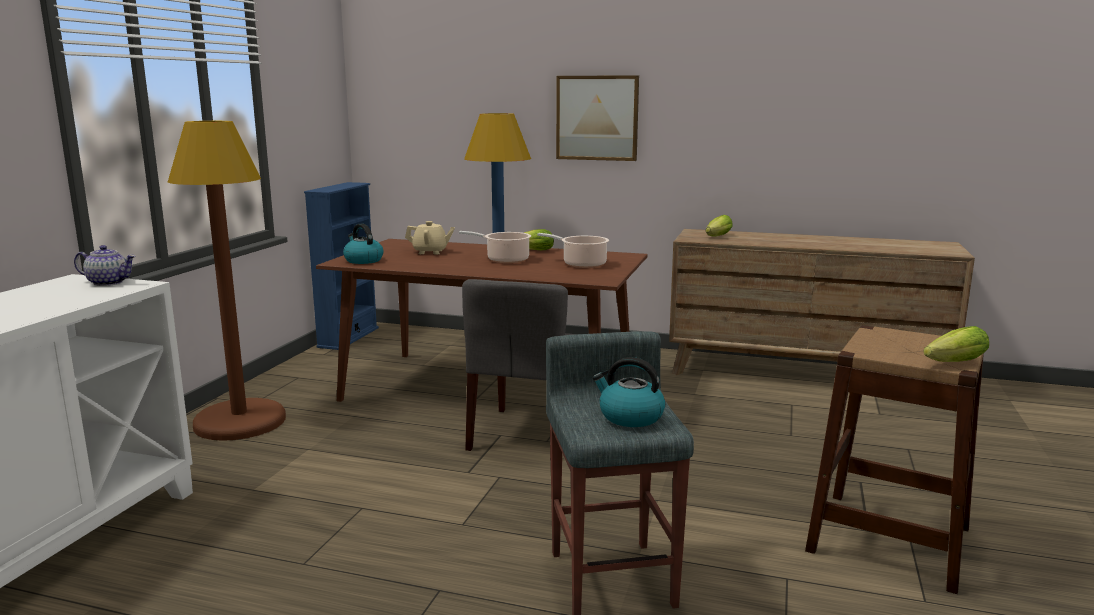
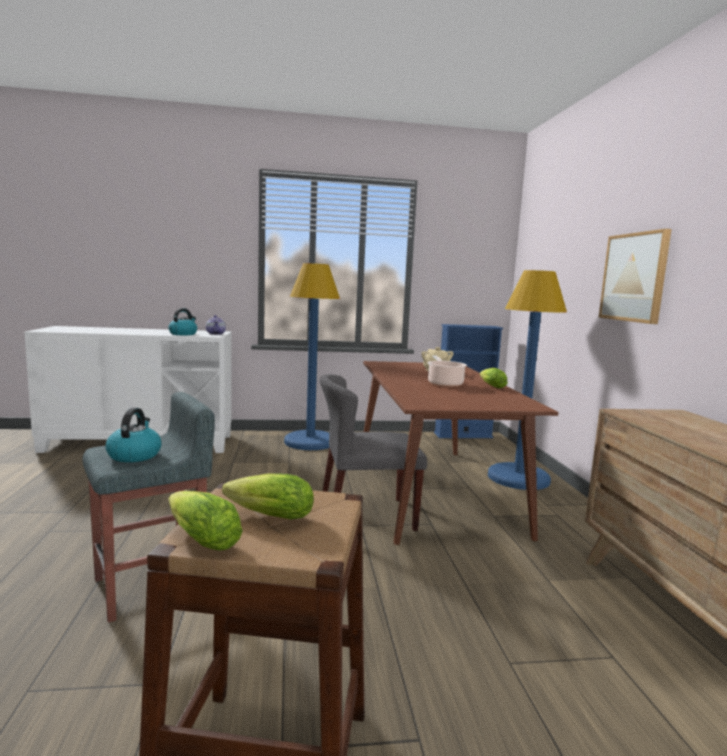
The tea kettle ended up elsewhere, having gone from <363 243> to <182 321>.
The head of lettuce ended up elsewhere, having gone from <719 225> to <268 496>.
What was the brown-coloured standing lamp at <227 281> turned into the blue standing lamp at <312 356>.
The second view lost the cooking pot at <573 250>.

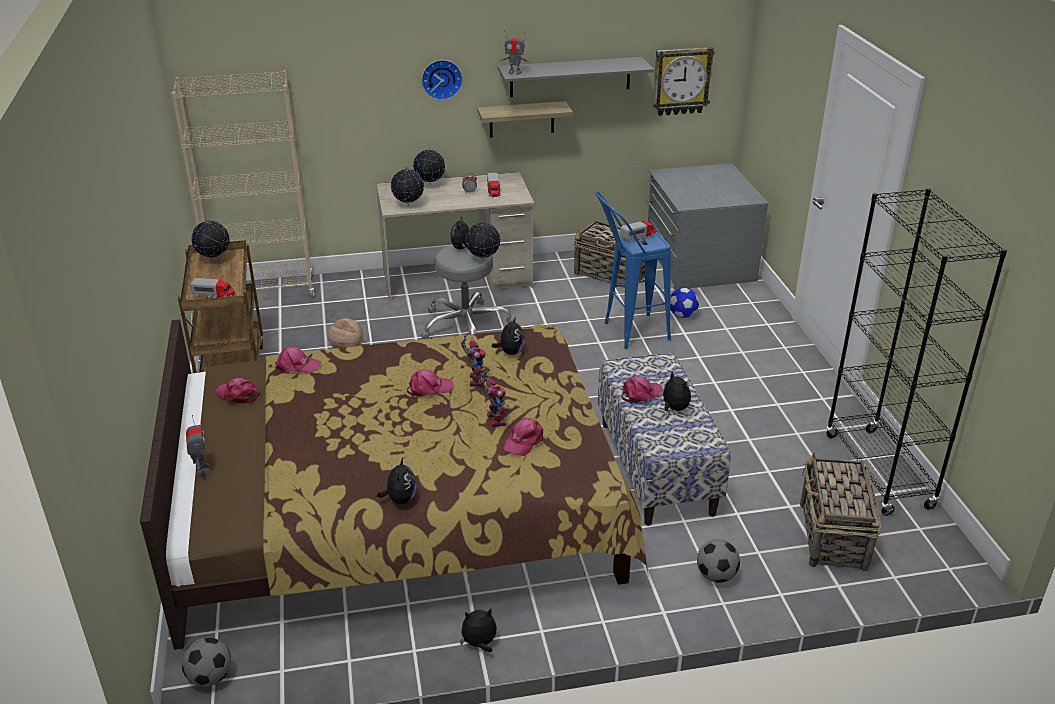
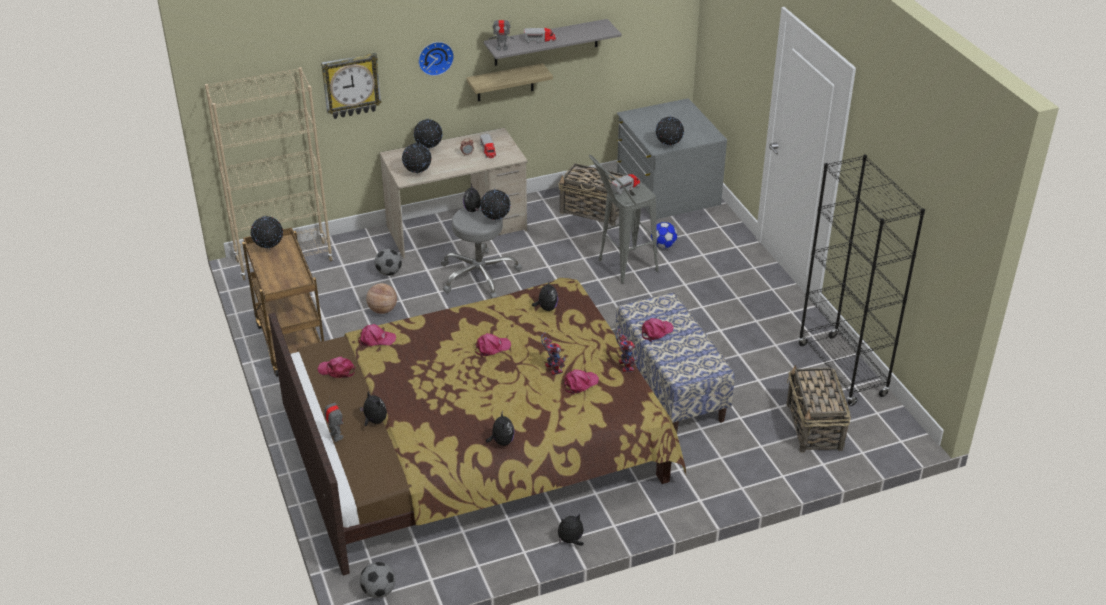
The clock on the wall ended up elsewhere, having gone from <684 81> to <351 86>.
The plush toy ended up elsewhere, having gone from <674 391> to <373 408>.
The football ended up elsewhere, having gone from <718 561> to <388 262>.
The model truck ended up elsewhere, having gone from <212 288> to <540 35>.
The pink-coloured peaked cap at <523 437> ended up facing another way, 150 degrees counterclockwise from before.
What was the blue stool at <633 270> turned into the gray stool at <624 219>.
The robot figure ended up elsewhere, having gone from <473 359> to <627 350>.
The second view gained the globe at <669 132>.

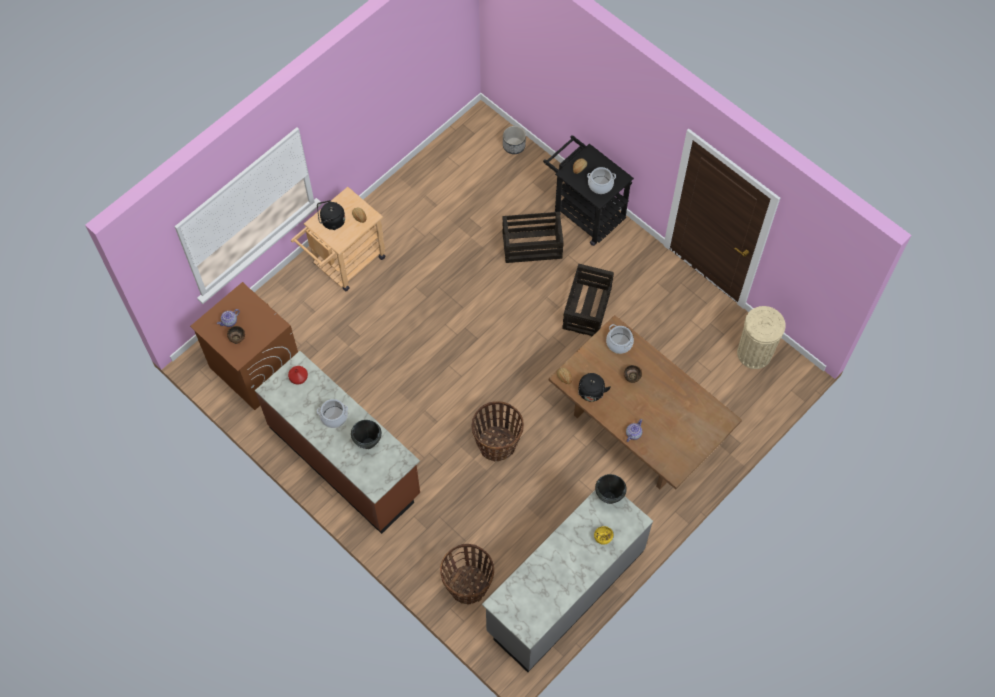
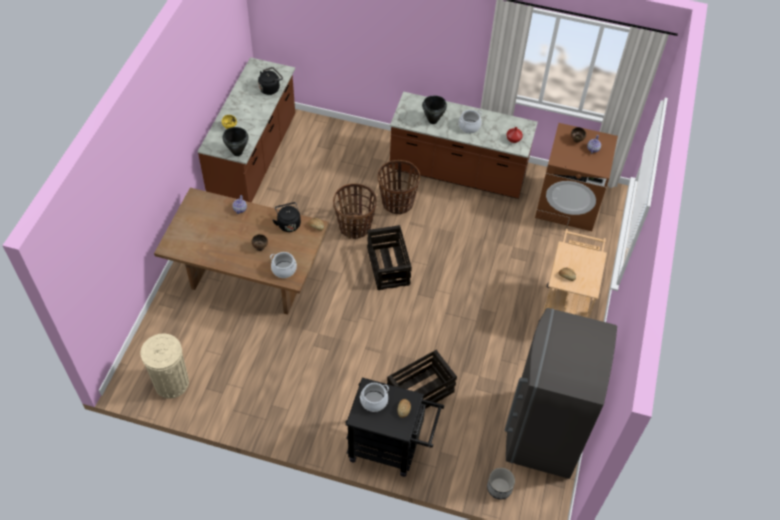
What was the gray kitchen counter at <567 581> turned into the brown-coloured kitchen counter at <246 129>.
The black-coloured tea kettle ended up elsewhere, having gone from <331 215> to <270 81>.
The crate ended up elsewhere, having gone from <588 300> to <389 257>.
The household basket ended up elsewhere, having gone from <467 574> to <399 187>.
The second view gained the gray fridge at <561 393>.

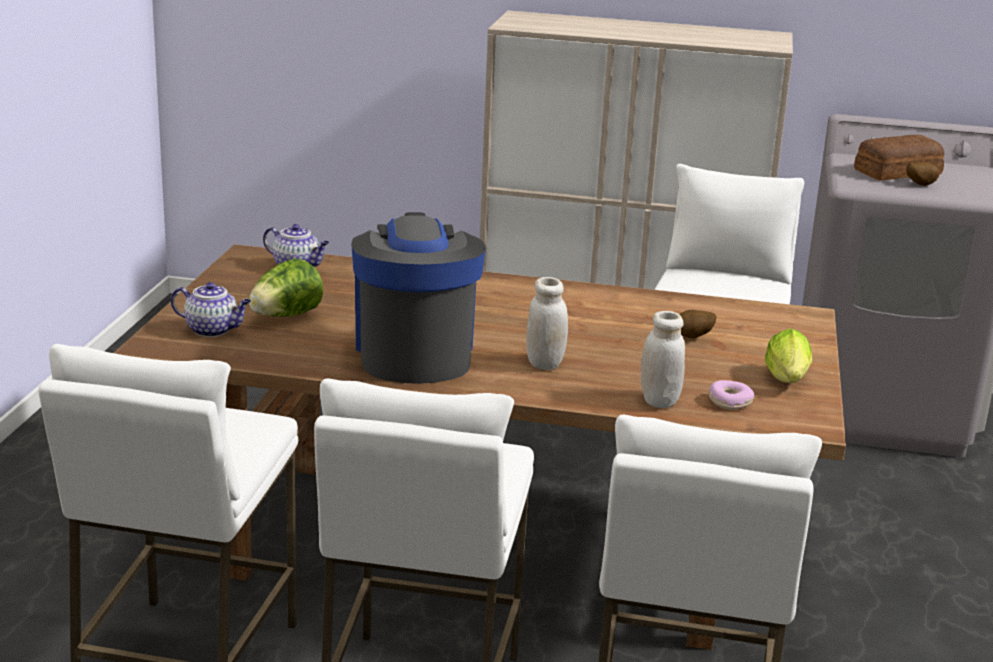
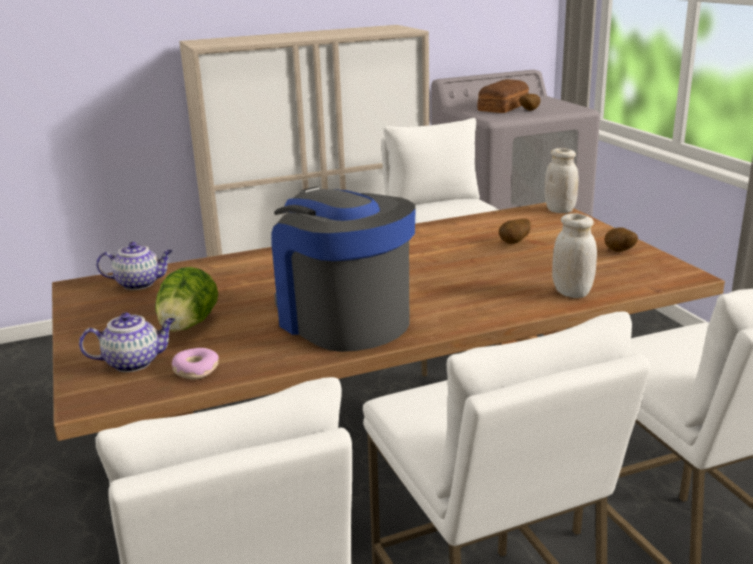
The doughnut ended up elsewhere, having gone from <731 395> to <195 364>.
The white storage jar ended up elsewhere, having gone from <547 323> to <561 180>.
Where the head of lettuce stood at <788 355>, the spud came to stand at <621 240>.

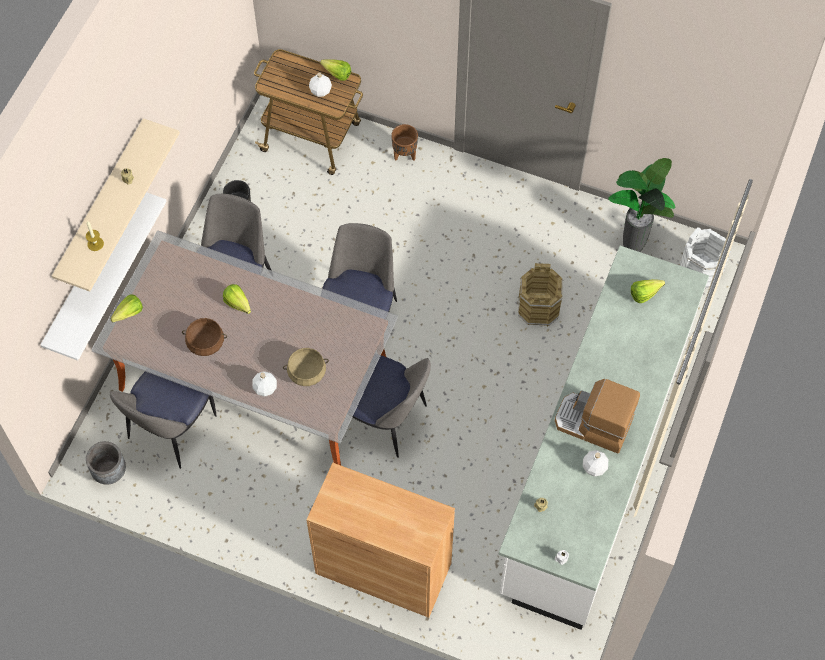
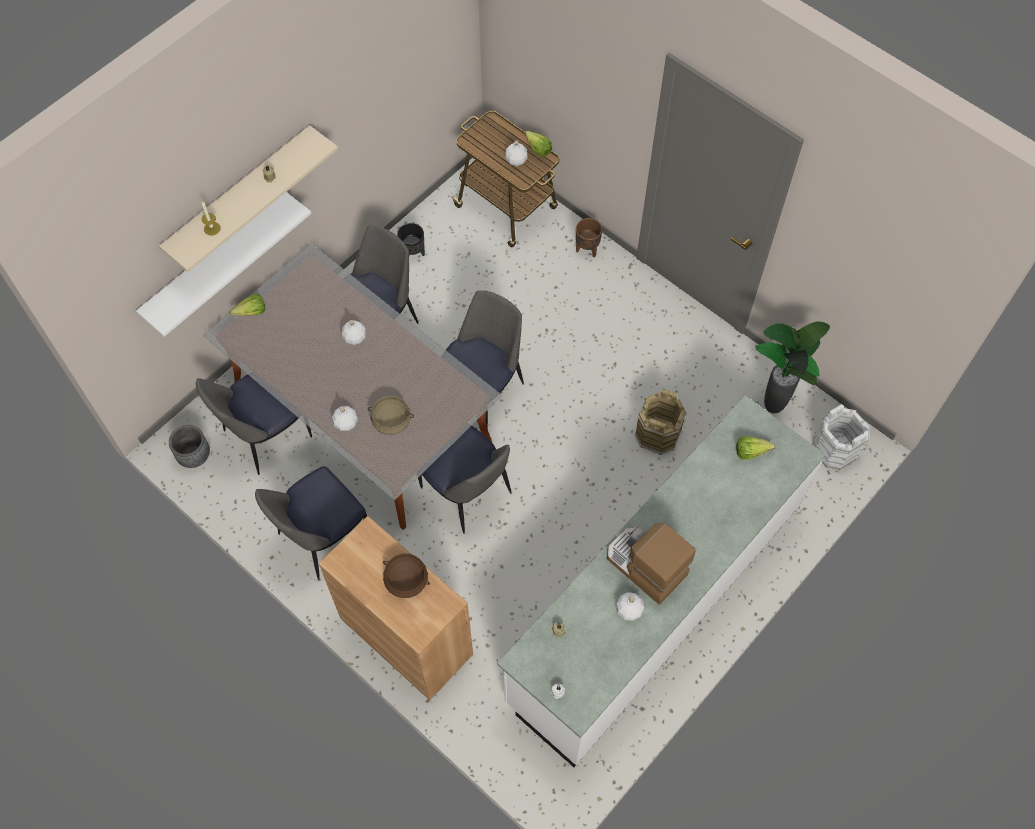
The second view gained the plain chair at <311 523>.
Where the head of lettuce stood at <237 299>, the white beverage bottle came to stand at <354 332>.
The brown-coloured cooking pot ended up elsewhere, having gone from <204 337> to <406 576>.

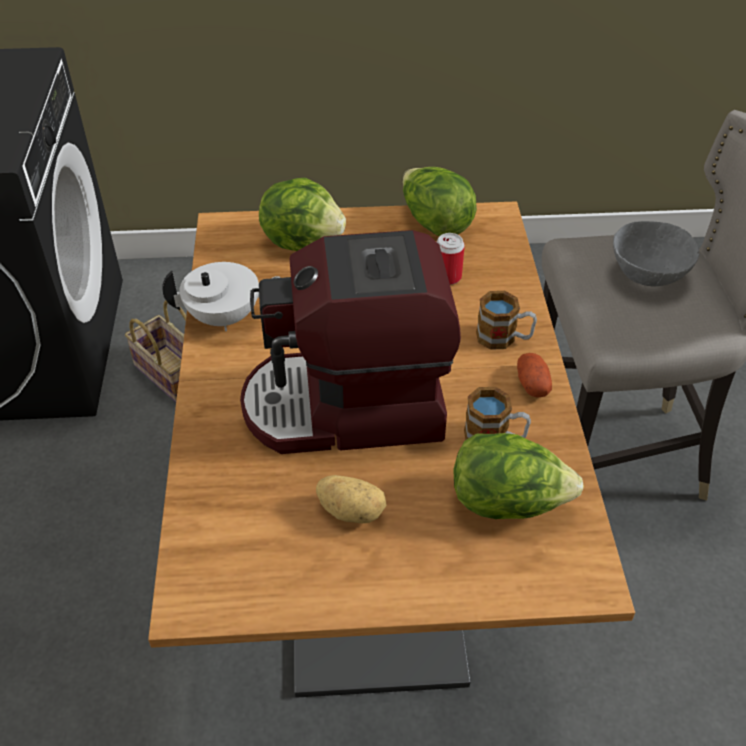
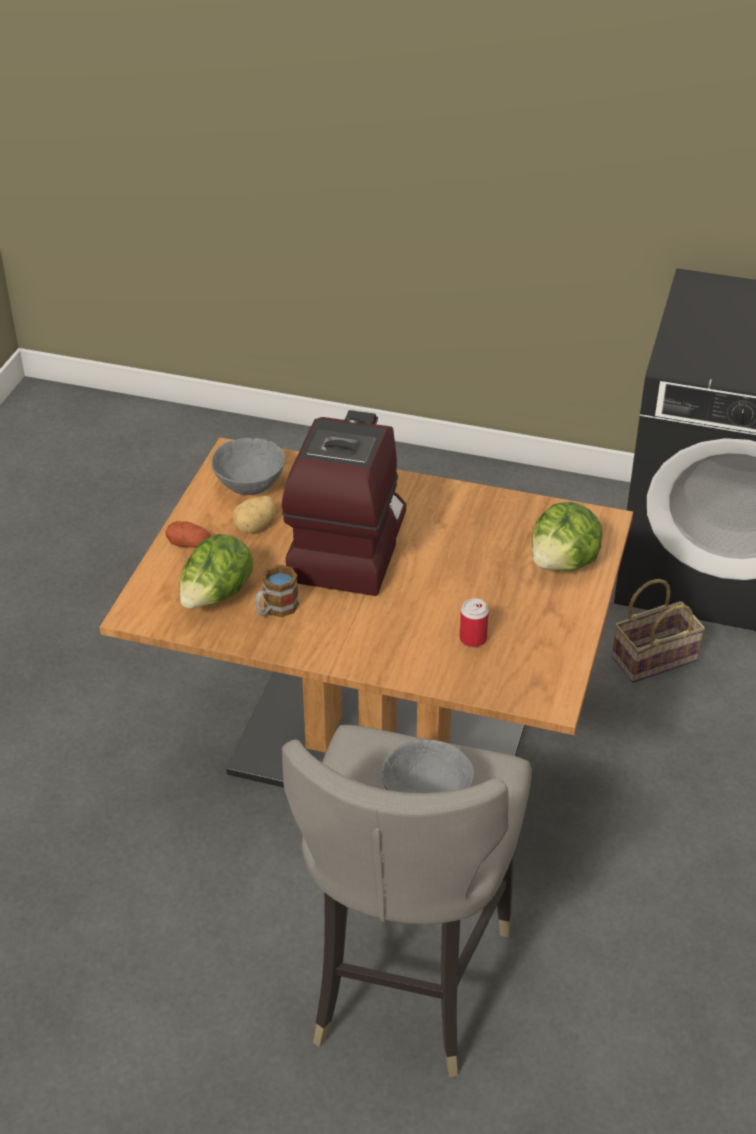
The spud ended up elsewhere, having gone from <534 375> to <188 534>.
The second view gained the gray bowl at <248 466>.
The second view lost the white pot for tea at <221 296>.
The second view lost the head of lettuce at <440 201>.
The second view lost the tea mug at <506 320>.

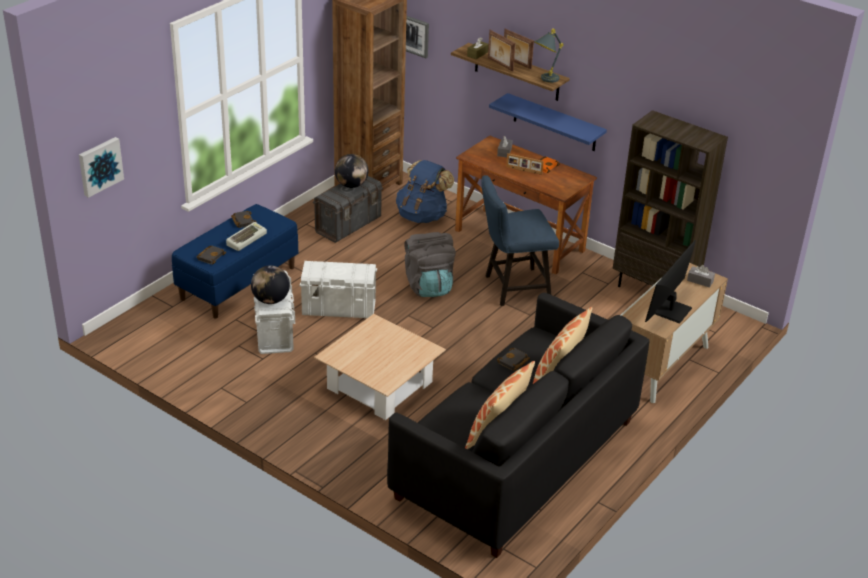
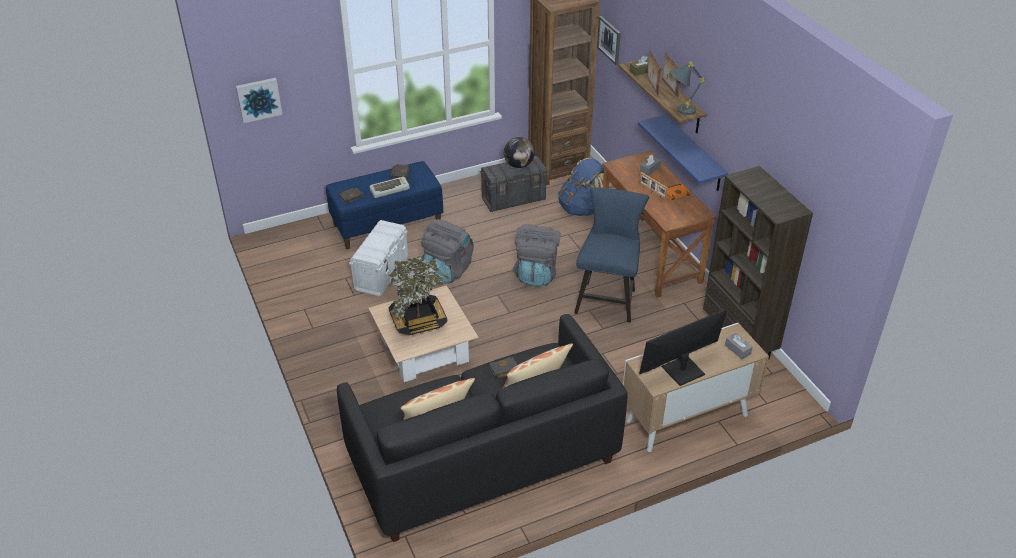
The second view gained the plant in a pot at <419 295>.
Where the white storage container stood at <338 289>, the gray knapsack came to stand at <447 251>.
The blue plain chair at <520 240> ended up facing another way, 90 degrees clockwise from before.
The second view lost the globe at <270 284>.

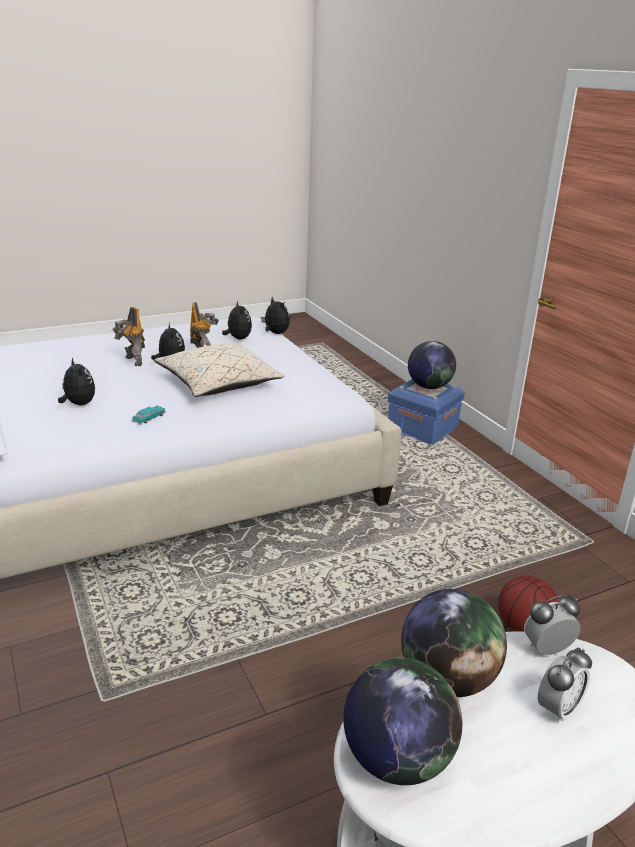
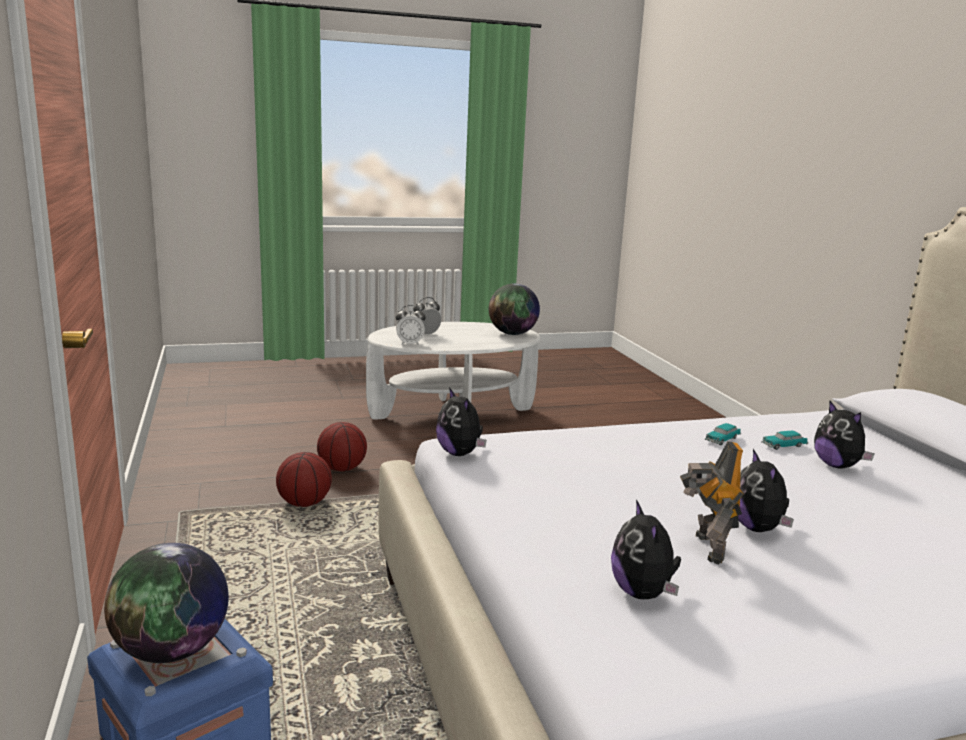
The second view gained the ball for basketball at <304 479>.
The plush toy ended up elsewhere, having gone from <275 315> to <461 421>.
The second view gained the model car at <784 440>.
The second view lost the robot figure at <129 336>.
The second view lost the sand-coloured throw pillow at <219 370>.
The second view lost the globe at <454 643>.

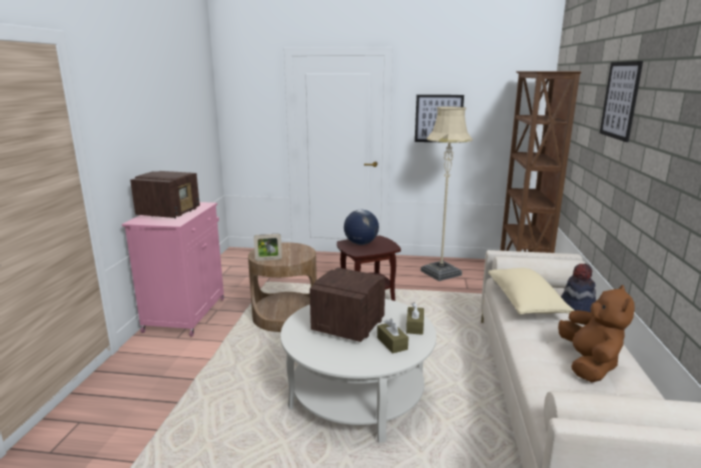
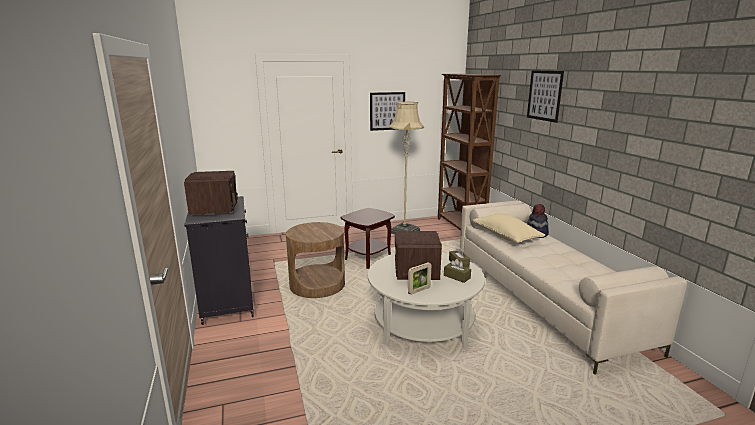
What was the pink-coloured cupboard at <173 269> turned into the black-coloured cupboard at <219 260>.
The photo frame ended up elsewhere, having gone from <268 247> to <419 278>.
The second view lost the globe at <361 227>.
The second view lost the brown-coloured plush toy at <596 334>.

